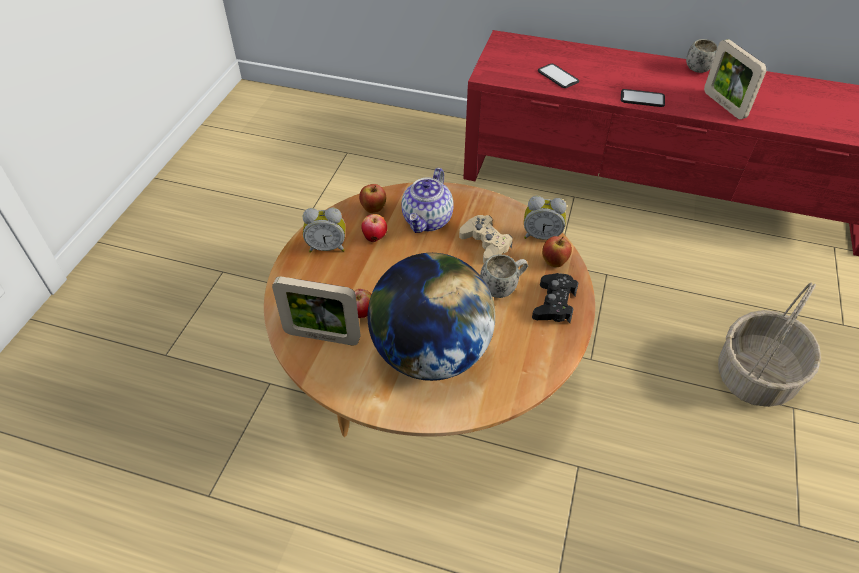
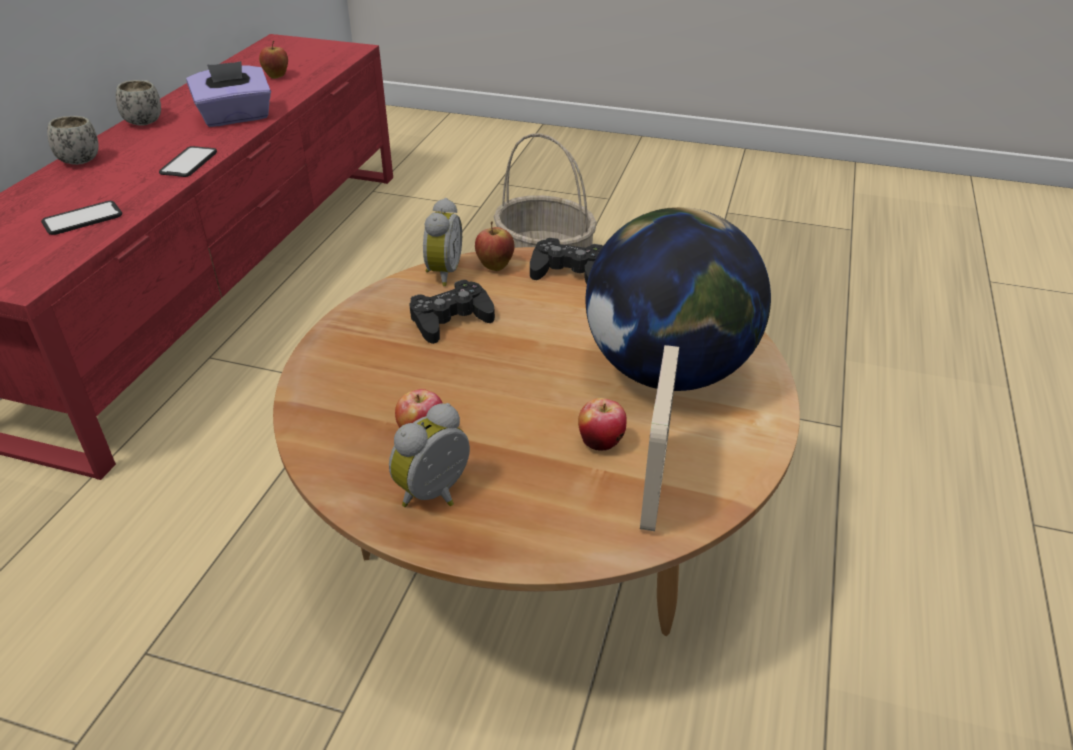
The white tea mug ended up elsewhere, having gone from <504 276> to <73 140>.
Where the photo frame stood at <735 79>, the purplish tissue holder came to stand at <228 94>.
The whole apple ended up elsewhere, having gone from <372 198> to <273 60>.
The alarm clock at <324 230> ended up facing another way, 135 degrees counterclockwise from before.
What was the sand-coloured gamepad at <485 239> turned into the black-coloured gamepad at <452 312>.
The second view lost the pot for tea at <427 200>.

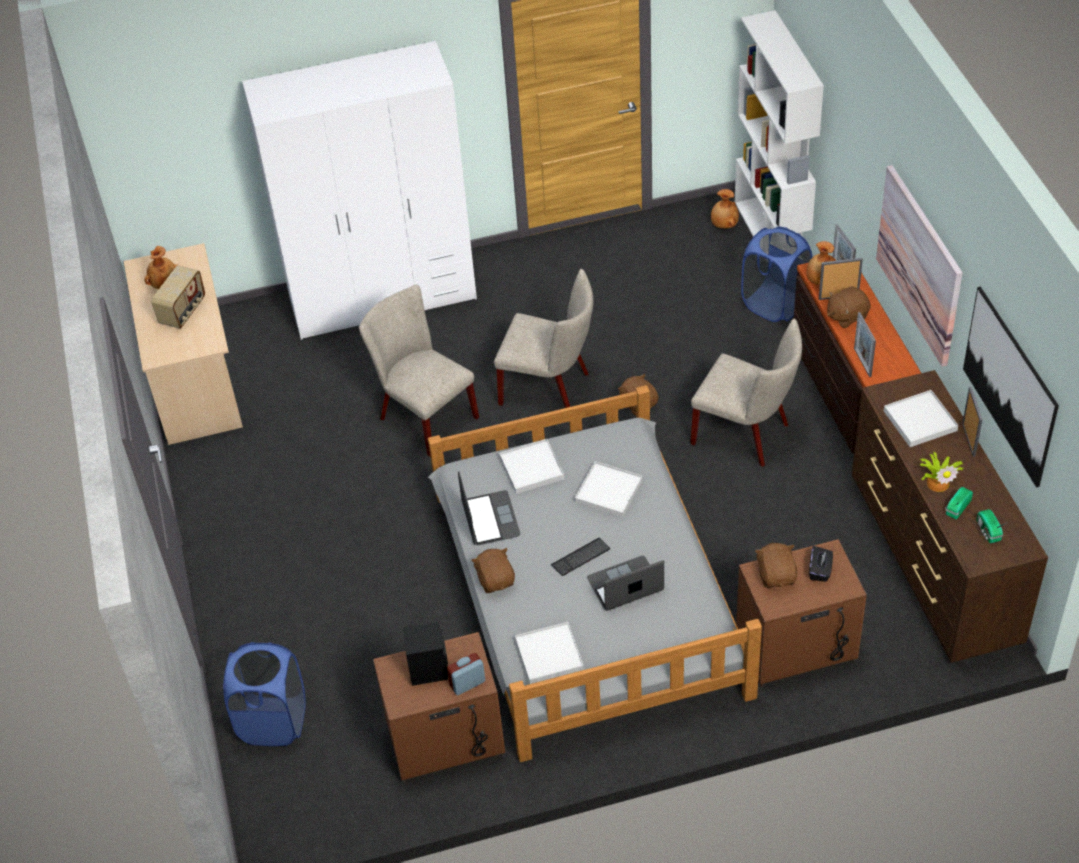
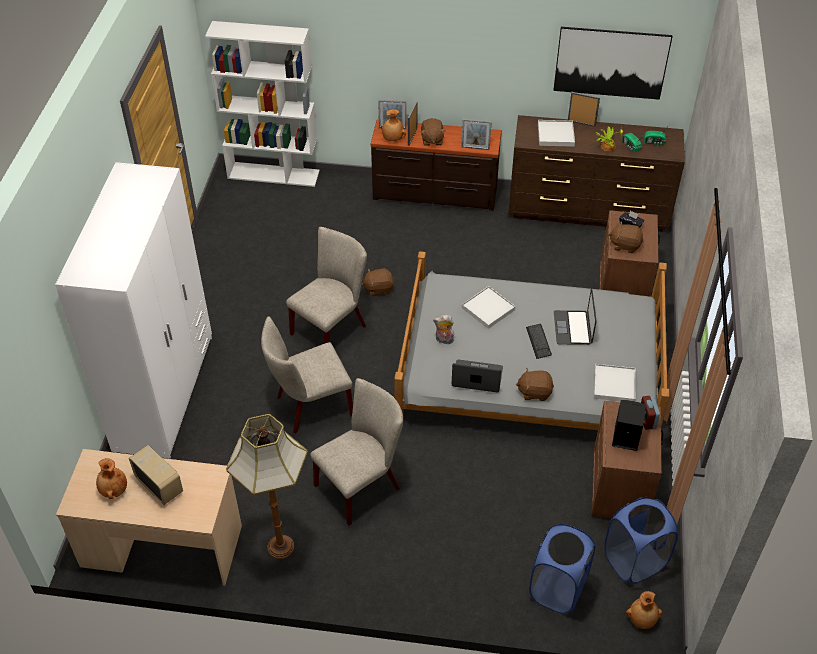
The second view gained the standing lamp at <267 486>.
The sand-coloured plain chair ended up elsewhere, having gone from <746 393> to <356 451>.
Where the white tray stood at <531 466>, the plush toy came to stand at <443 329>.
The blue laundry basket ended up elsewhere, having gone from <776 274> to <641 540>.
The brown-coloured decorative vase ended up elsewhere, having gone from <725 209> to <644 610>.
The second view lost the wall picture at <919 266>.

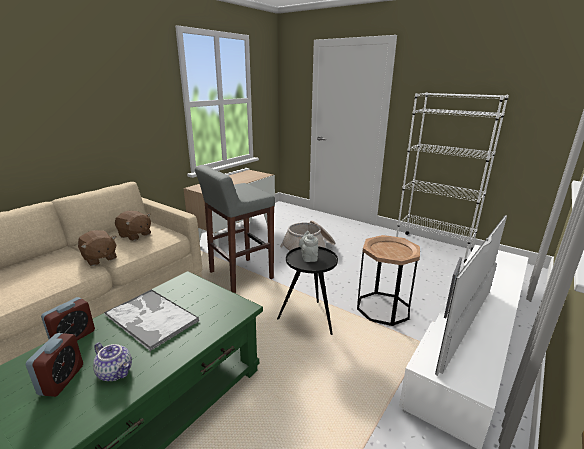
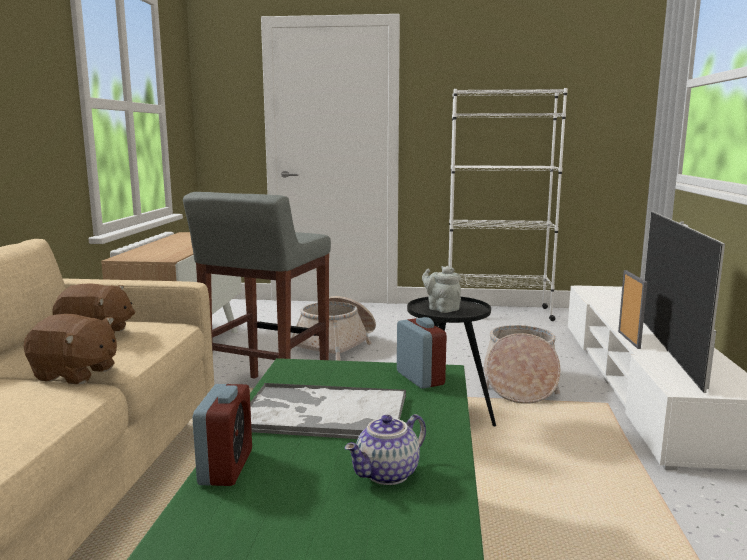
The pot for tea at <112 362> ended up facing another way, 135 degrees clockwise from before.
The alarm clock ended up elsewhere, having gone from <54 365> to <422 353>.
Where the brown-coloured side table stood at <388 280>, the household basket came to stand at <522 364>.

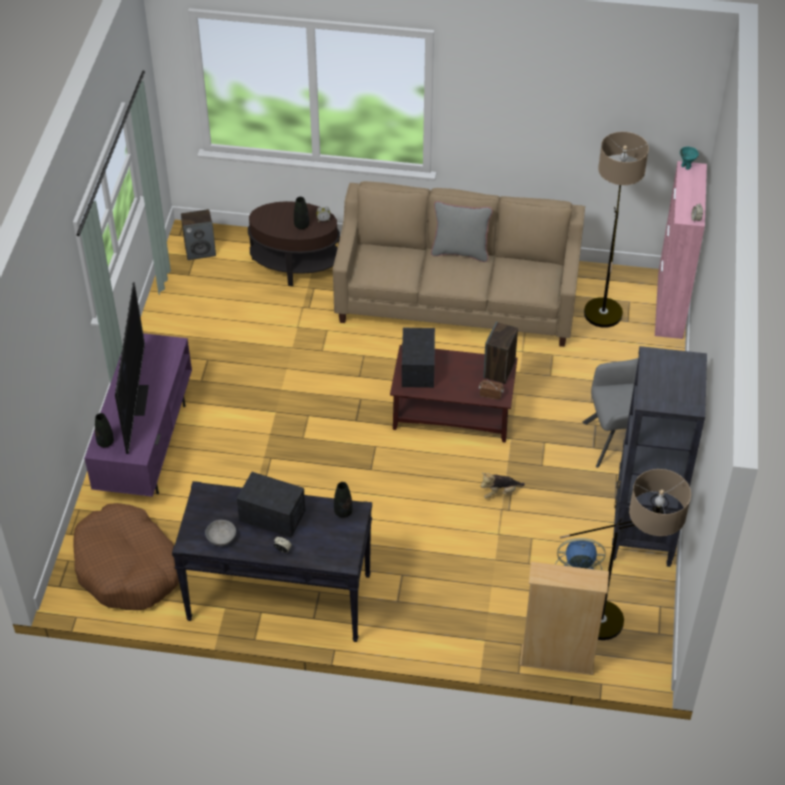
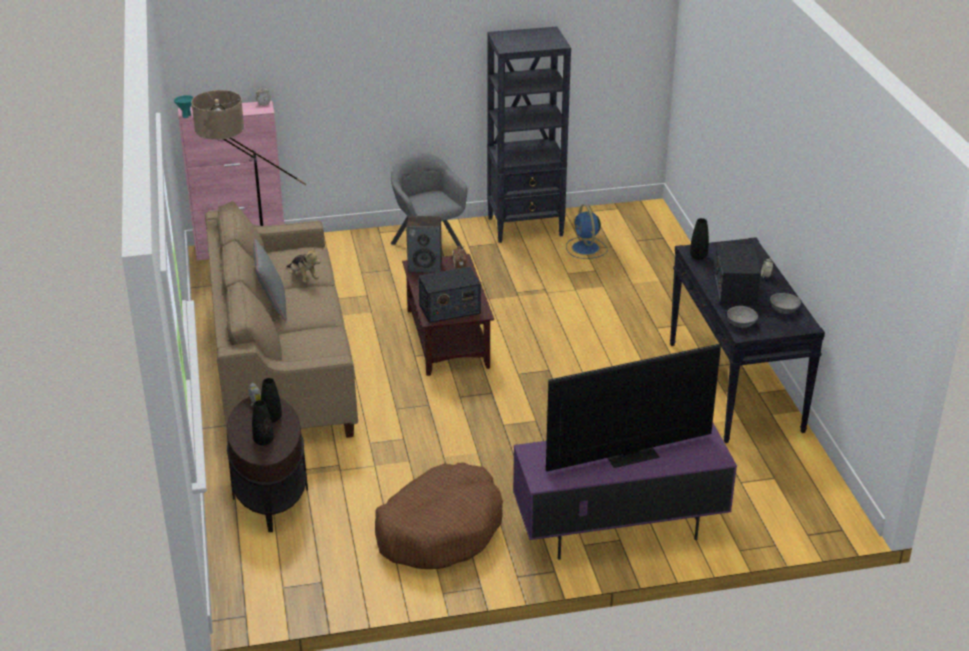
The black-coloured decorative vase ended up elsewhere, having gone from <104 430> to <263 422>.
The plush toy ended up elsewhere, having gone from <503 485> to <303 265>.
The brown-coloured dog cushion ended up elsewhere, having gone from <126 556> to <439 515>.
The second view gained the gray bowl at <742 317>.
The second view lost the speaker at <198 234>.
The second view lost the sand-coloured bookcase at <564 618>.
The second view lost the standing lamp at <625 554>.

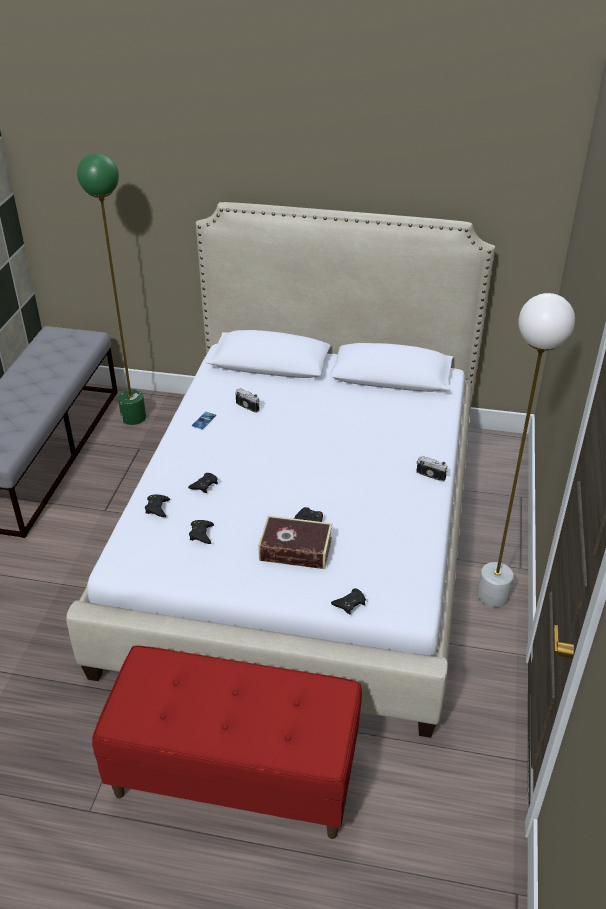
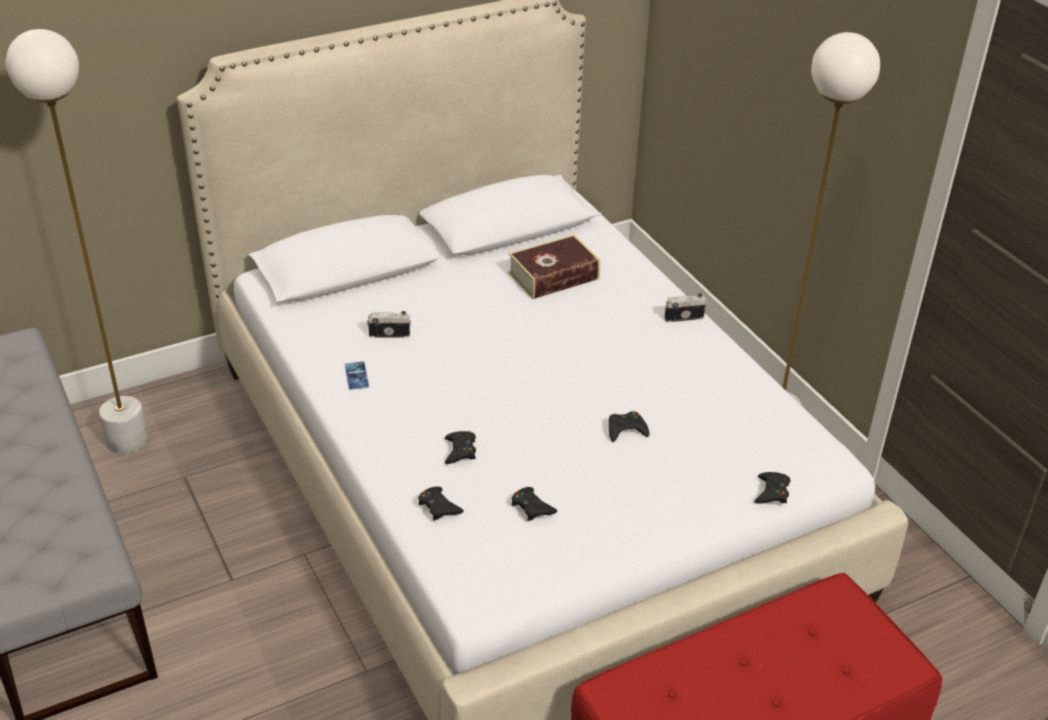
What was the green standing lamp at <111 289> turned into the white standing lamp at <76 241>.
The bound book ended up elsewhere, having gone from <295 542> to <554 266>.

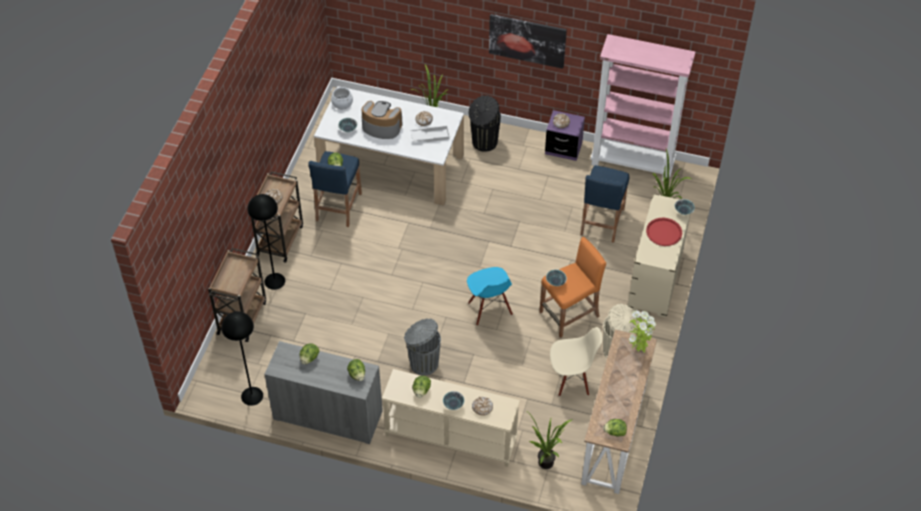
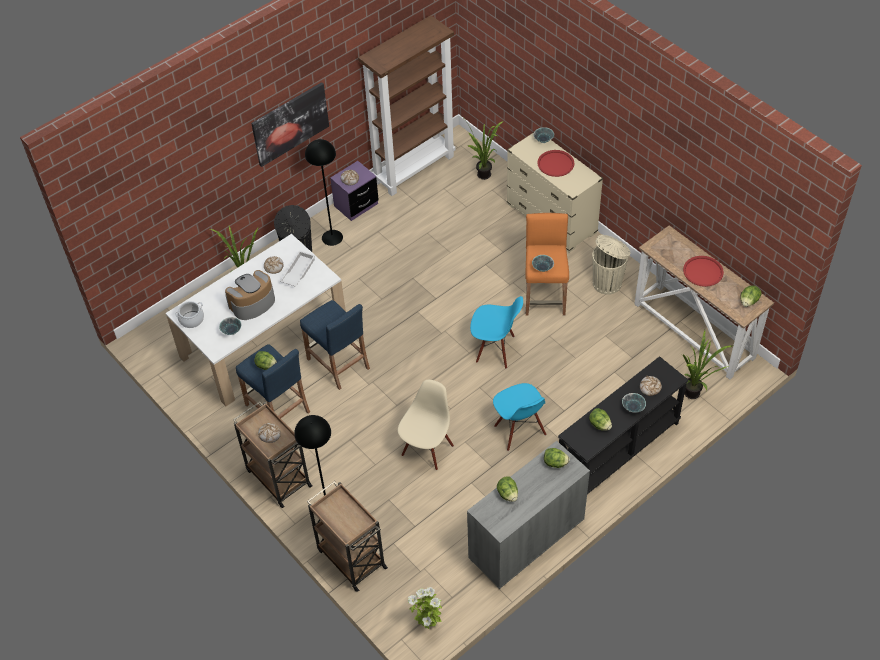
The blue stool ended up elsewhere, having gone from <604 204> to <335 345>.
The black-coloured standing lamp ended up elsewhere, having gone from <242 358> to <324 192>.
What was the pink-coloured bookcase at <642 107> turned into the brown-coloured bookcase at <407 105>.
The sand-coloured plain chair ended up elsewhere, having gone from <576 361> to <426 425>.
The plant in a pot ended up elsewhere, having gone from <642 331> to <425 608>.
Where the gray rubbish bin stood at <422 346>, the blue plain chair came to stand at <519 417>.
What was the sand-coloured narrow table at <451 418> turned into the black-coloured narrow table at <623 425>.
The second view gained the red-coloured tray at <703 271>.

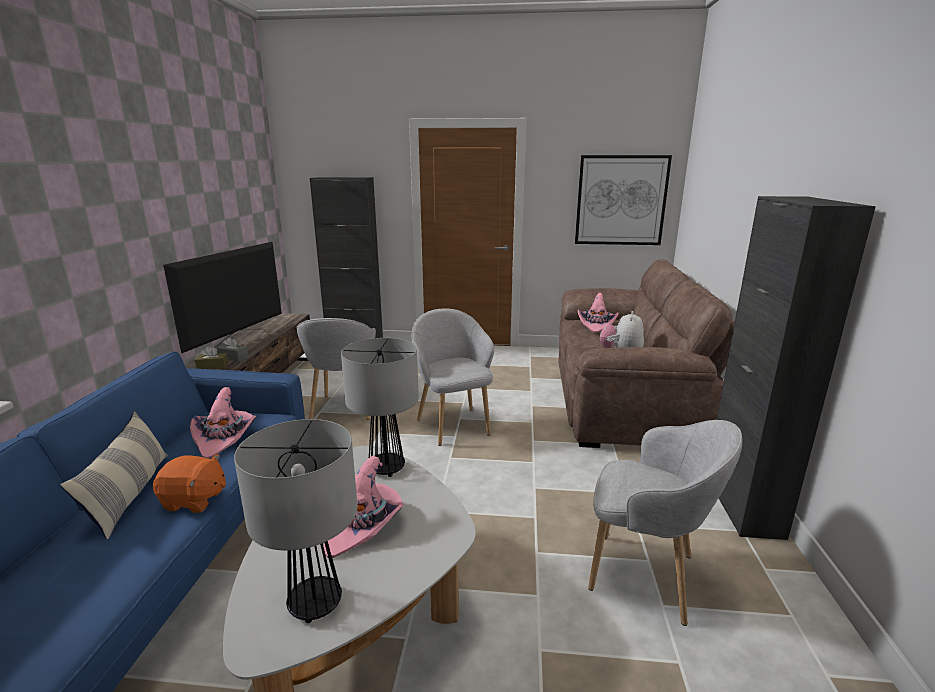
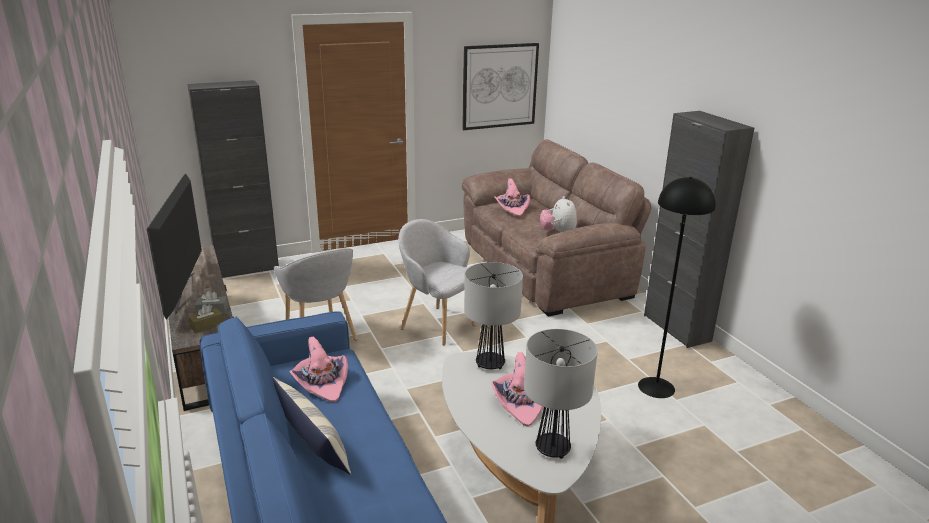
Where the gray easy chair stood at <665 523>, the black-coloured standing lamp came to stand at <677 287>.
The second view lost the orange-coloured plush toy at <189 483>.

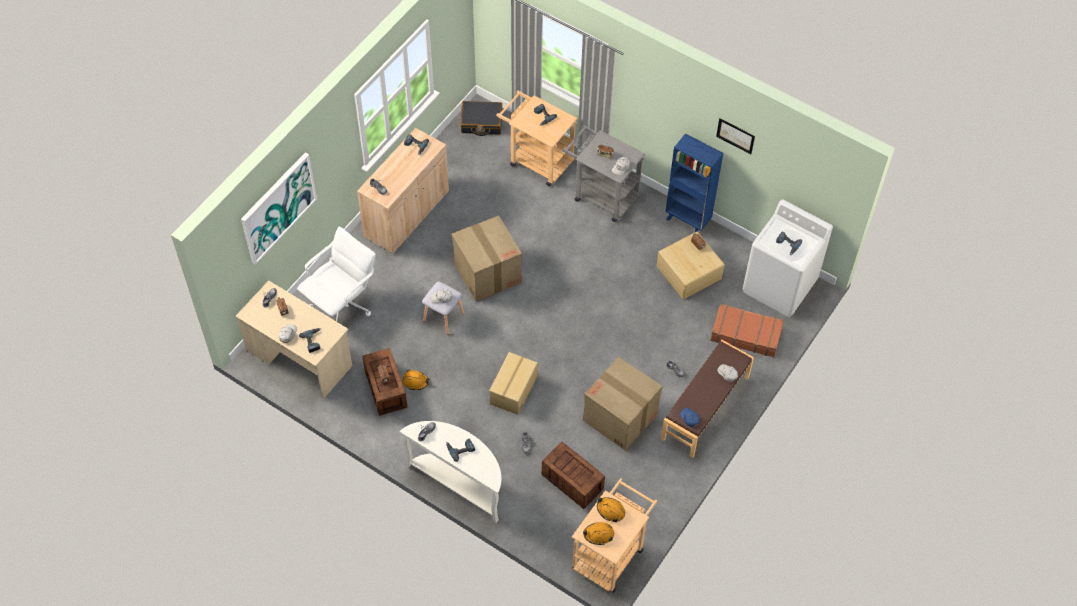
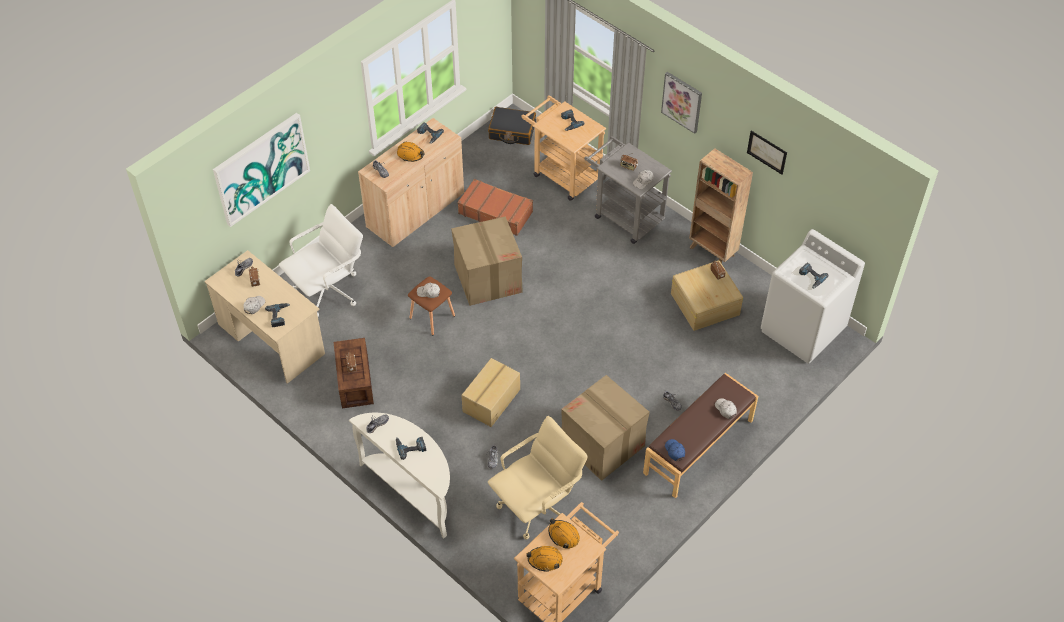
The orange-coloured work helmet ended up elsewhere, having gone from <416 379> to <410 151>.
What was the gray stool at <443 308> turned into the brown-coloured stool at <431 305>.
The brown-coloured travel case ended up elsewhere, having gone from <747 331> to <495 207>.
Where the crate stood at <573 475>, the sand-coloured office chair came to stand at <538 478>.
The second view gained the wall picture at <681 103>.
What was the blue bookcase at <694 182> turned into the brown-coloured bookcase at <721 206>.

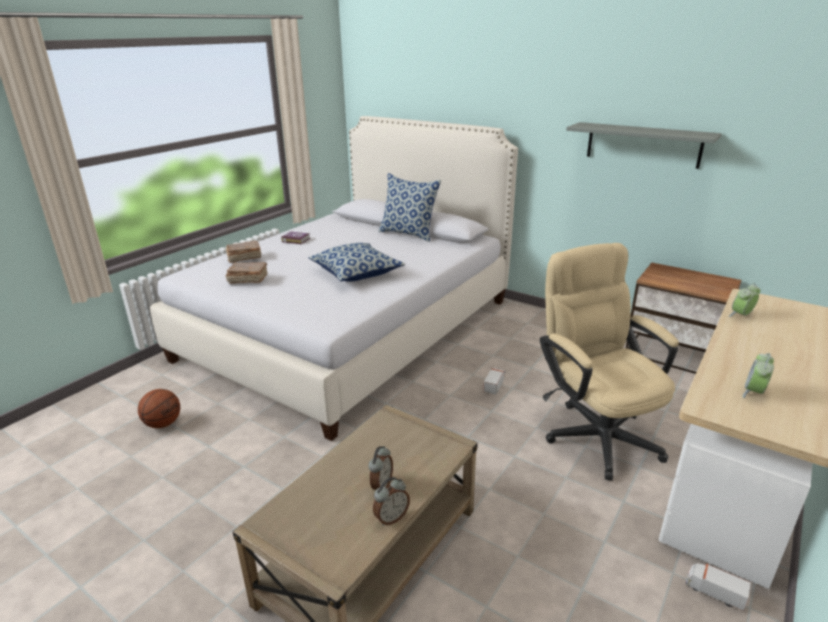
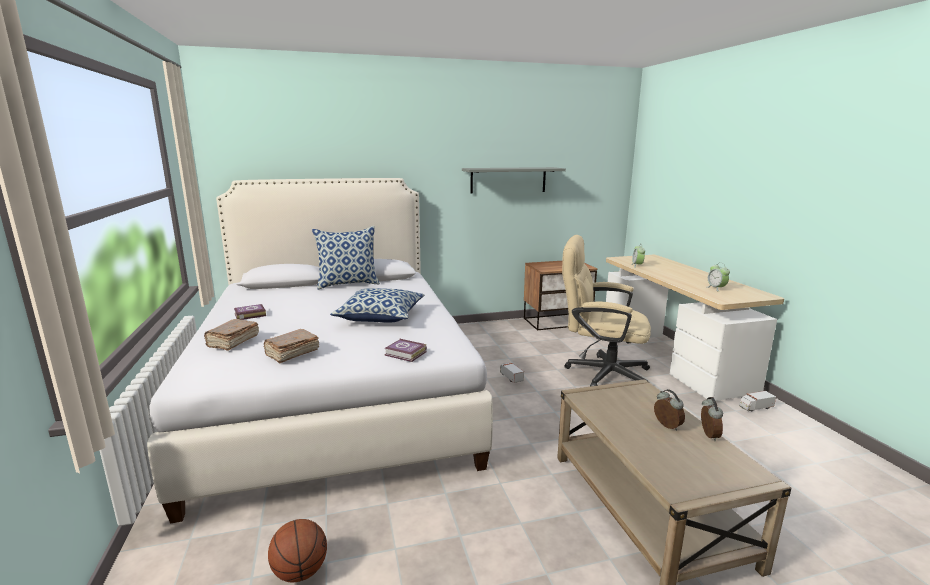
The second view gained the bound book at <405 350>.

